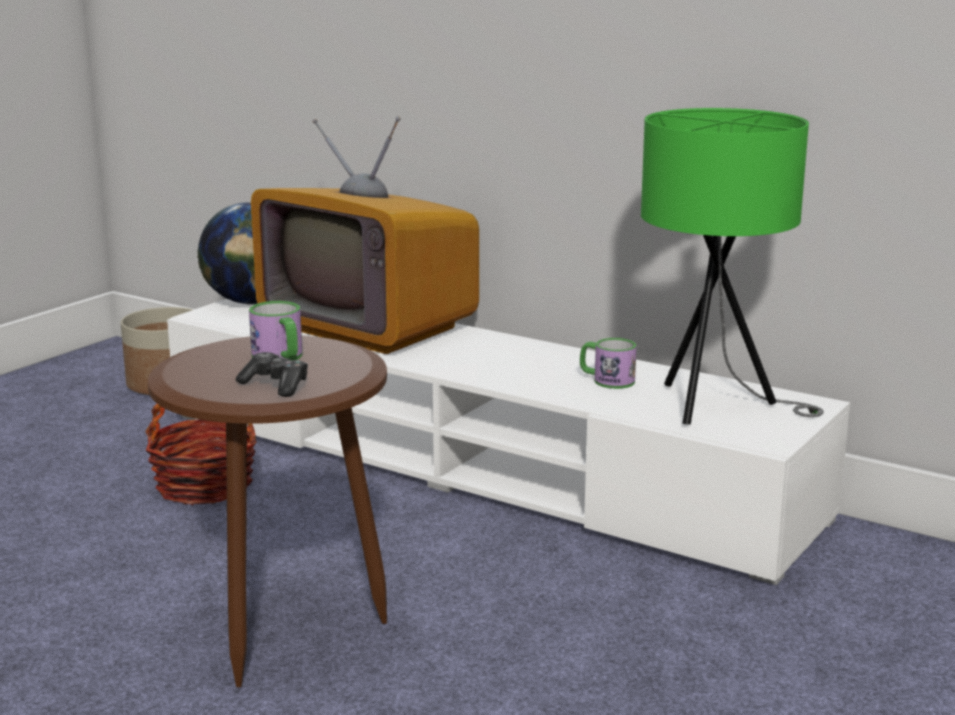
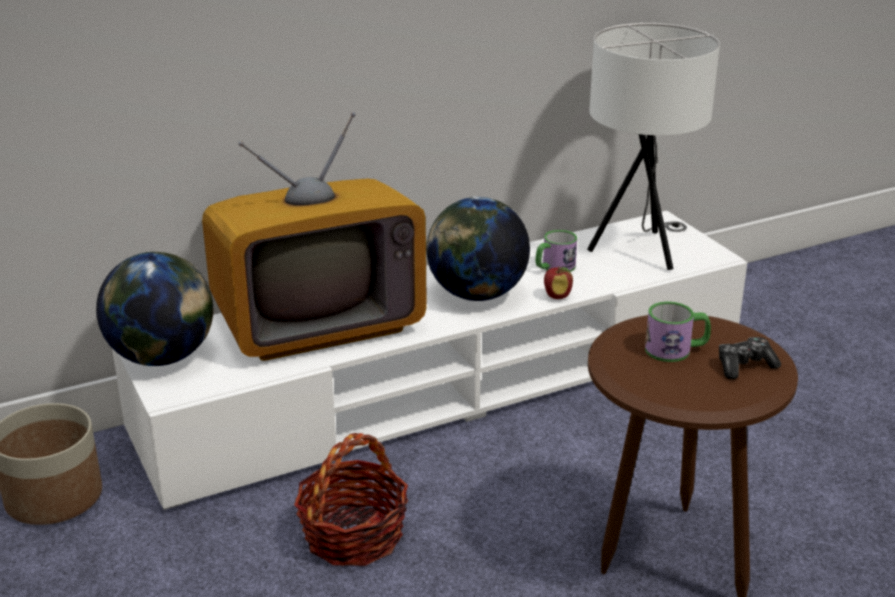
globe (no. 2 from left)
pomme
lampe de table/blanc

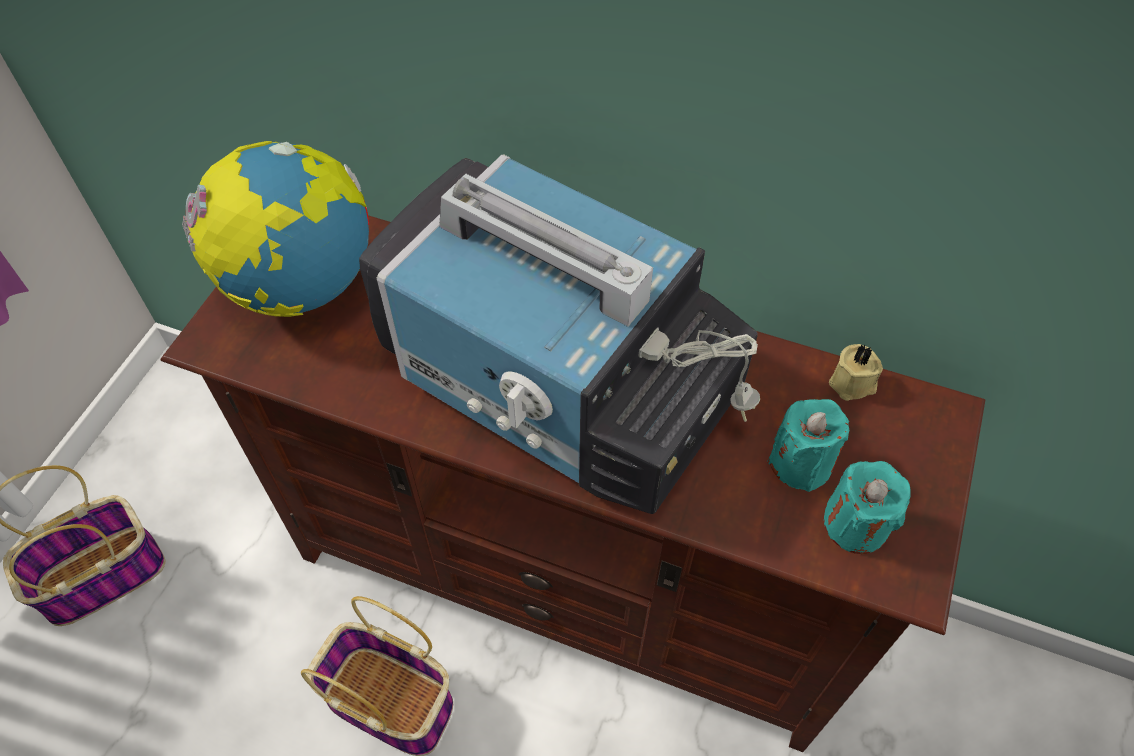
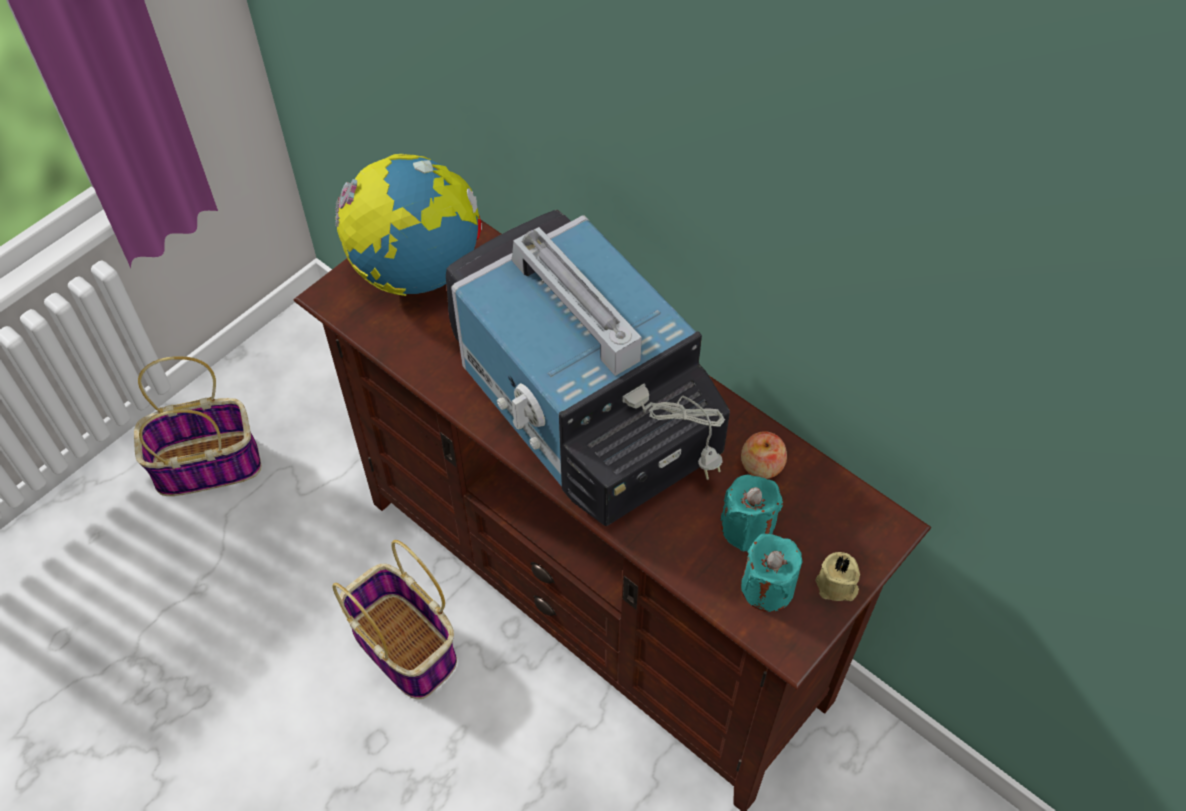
pomme
bougie/beige

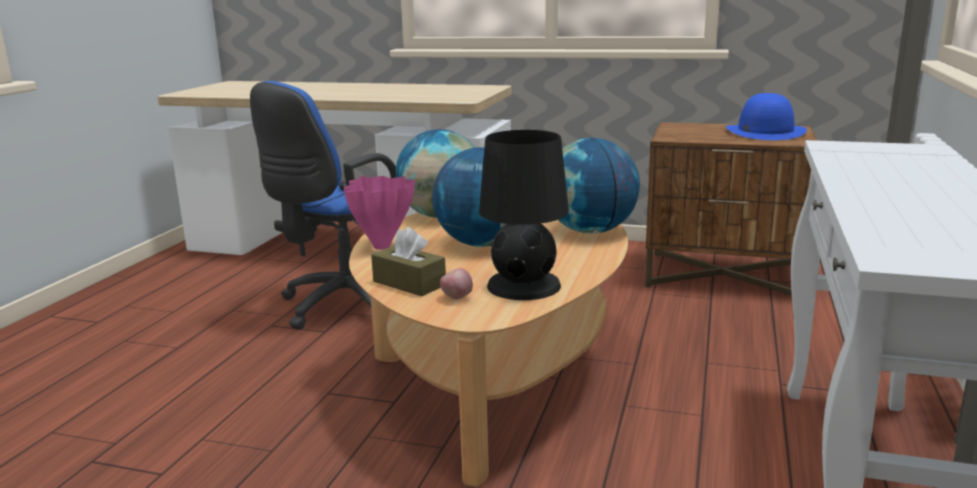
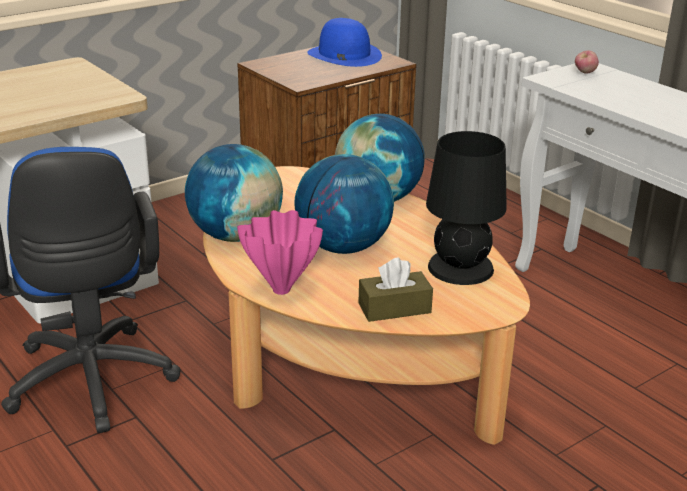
pomme

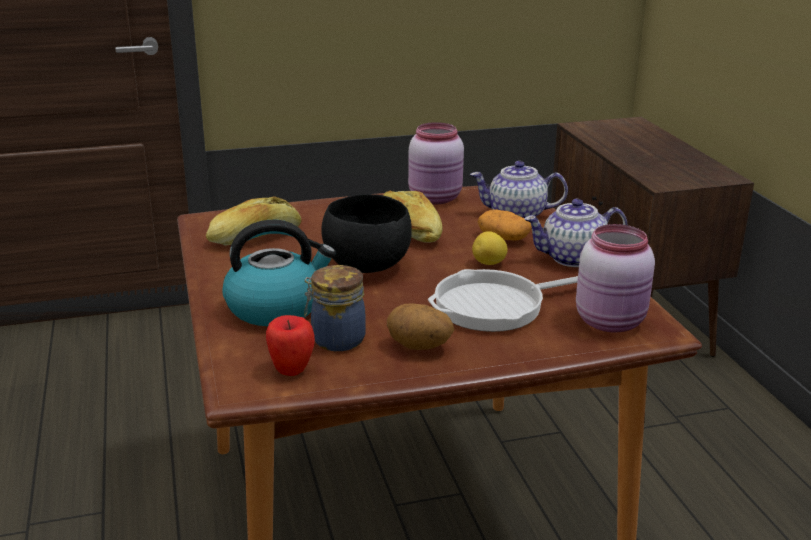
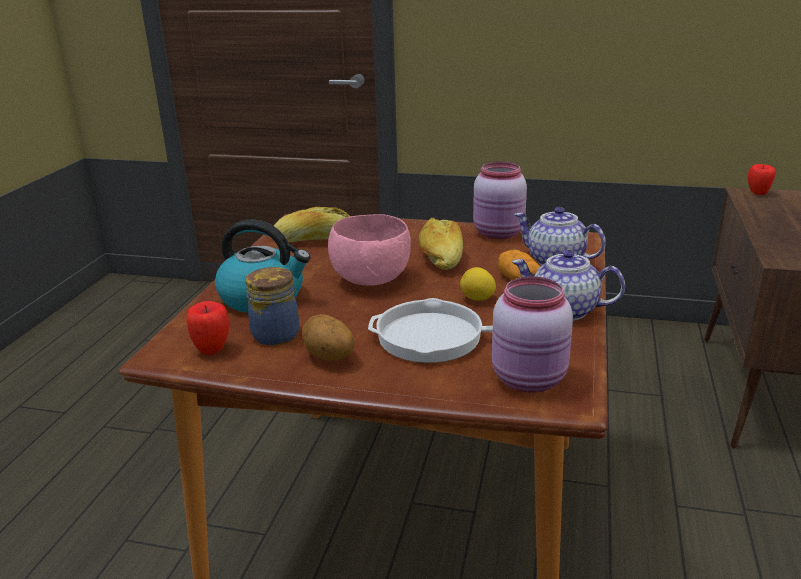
pomme (no. 2 from left)
bol/rose

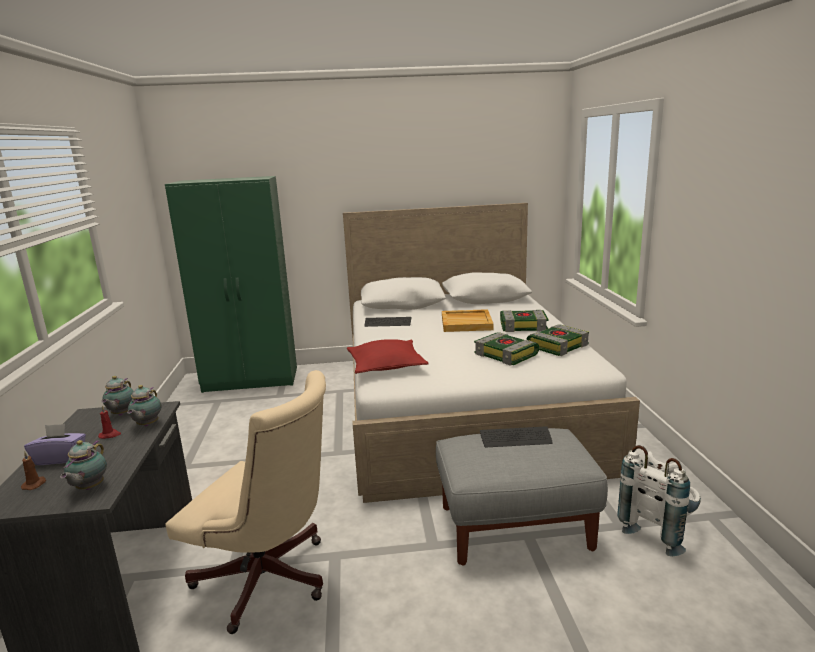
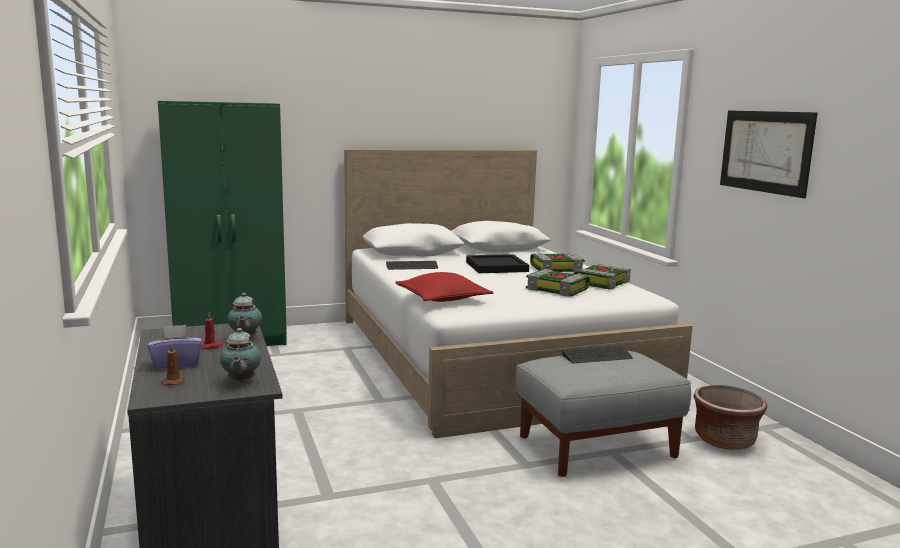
théière (no. 2 from left in the first image)
chaise de bureau/beige
tableau
cache-pot/marron
plateau/noir

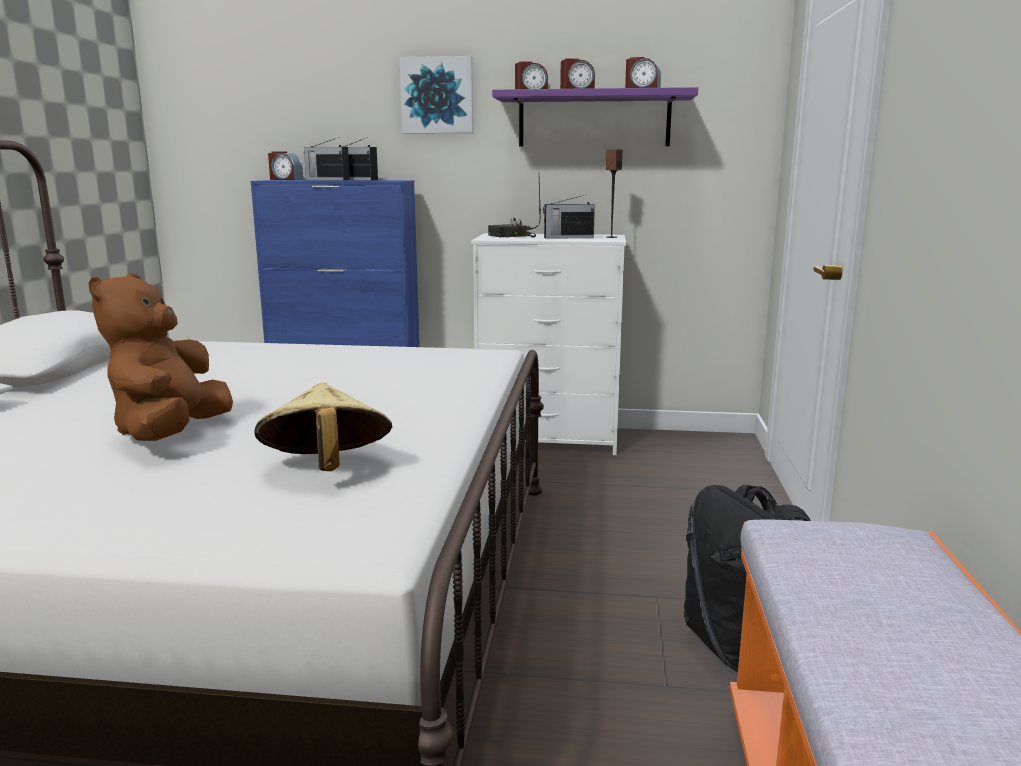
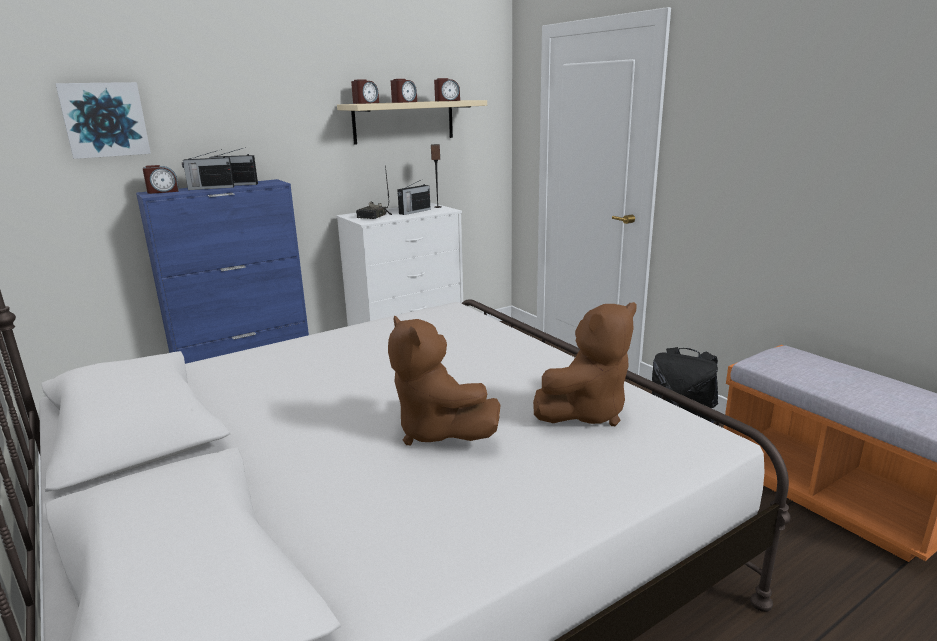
tableau
peluche/marron (no. 2 from left)
étagère/beige

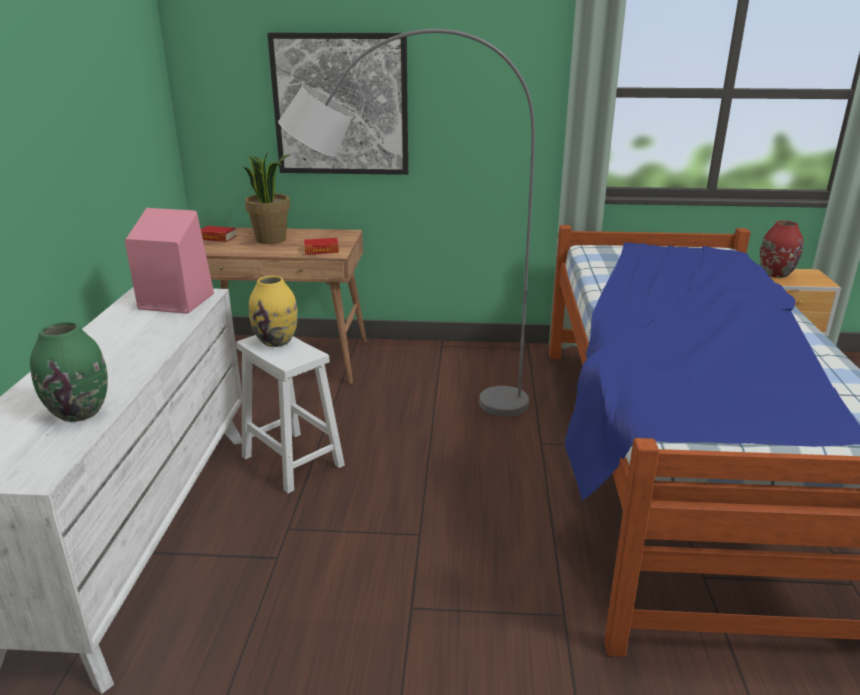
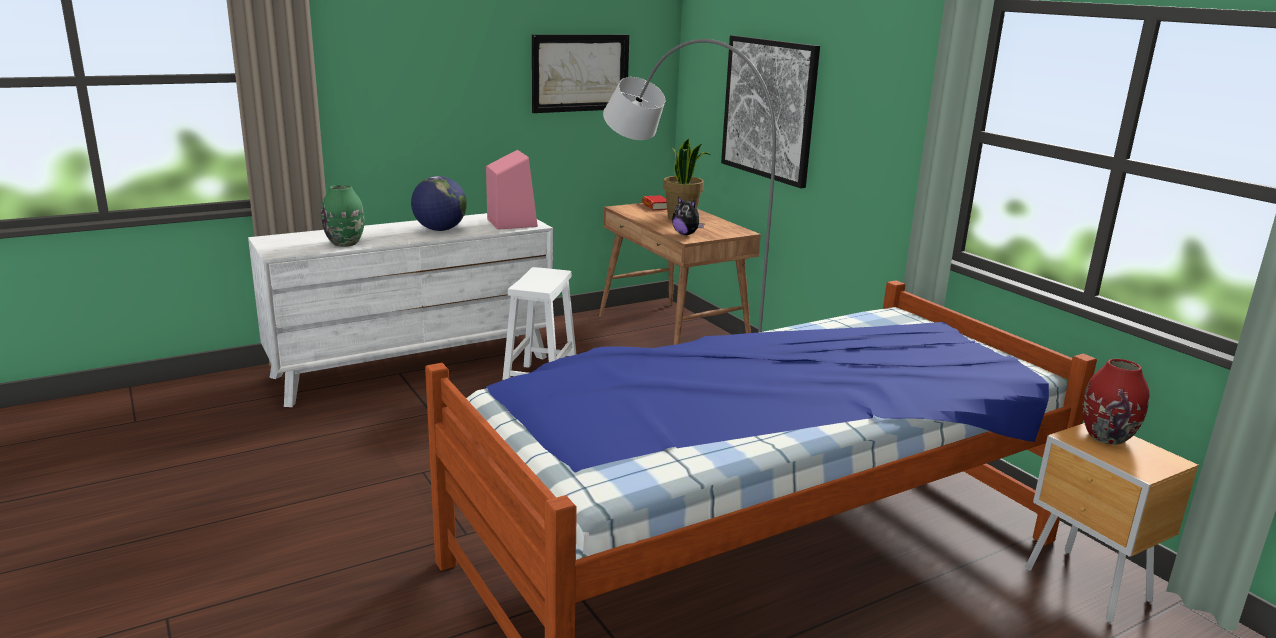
vase/jaune
globe
tableau (no. 1 from left)
peluche

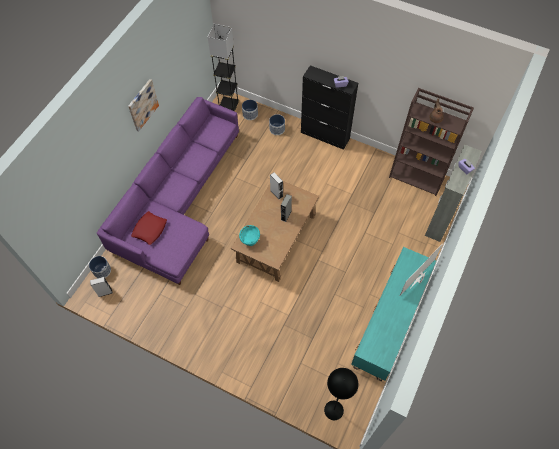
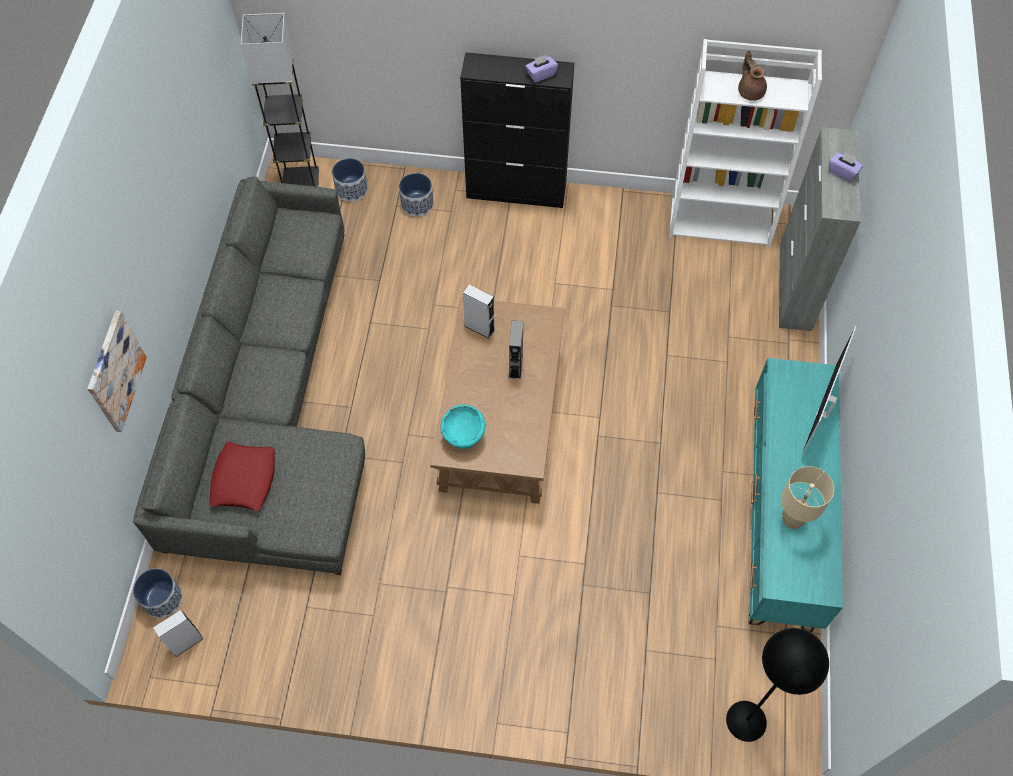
lampe de table/beige
tableau
canapé/gris
bibliothèque/blanc

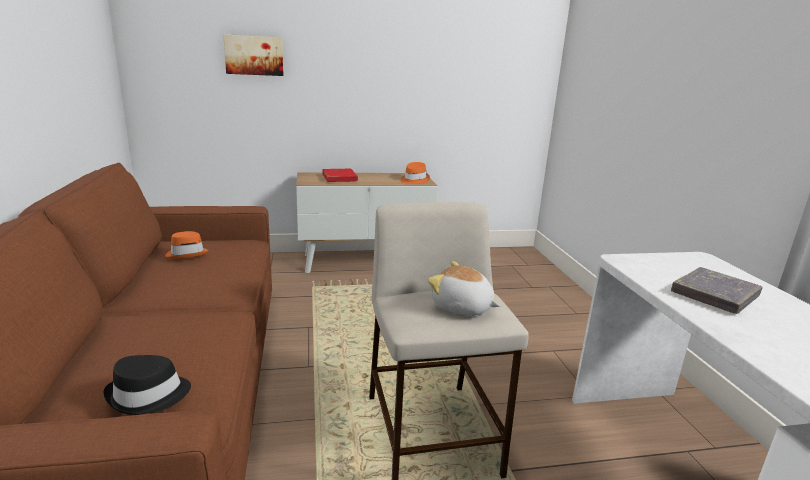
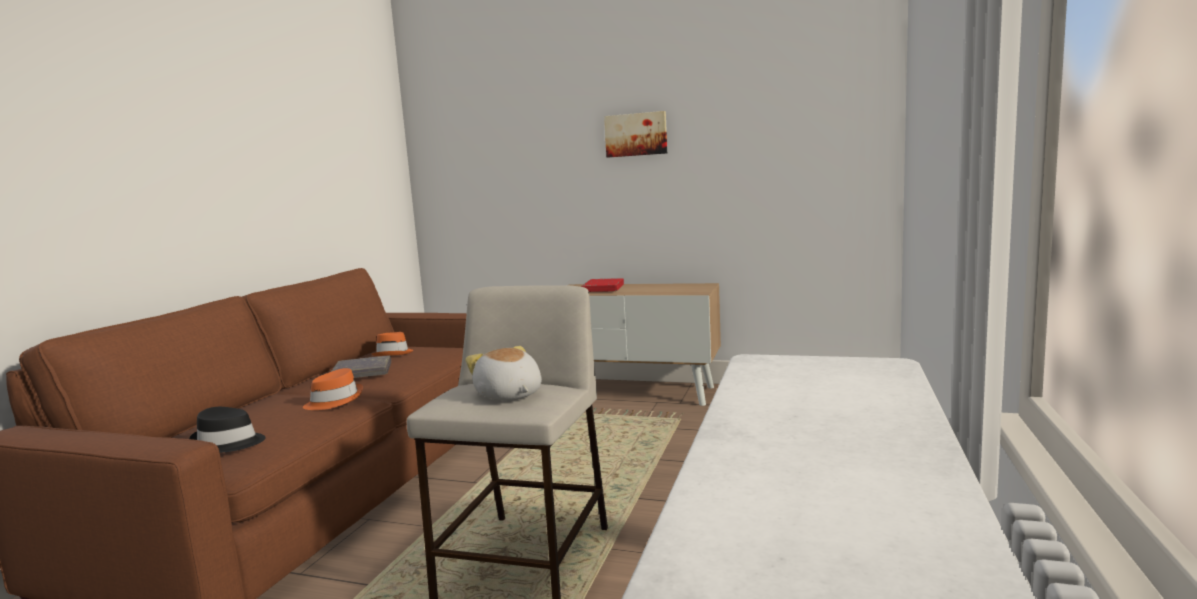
tableau
chapeau/orange (no. 1 from left)
livre/gris

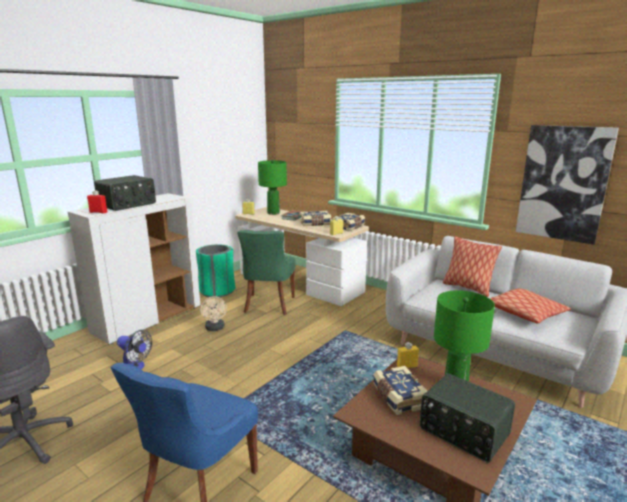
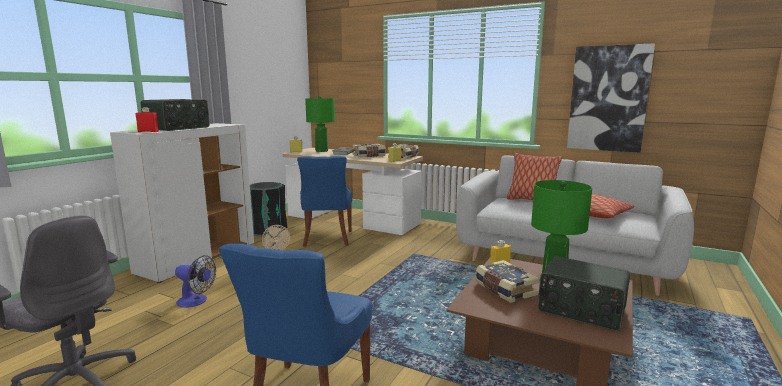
poubelle/noir
chaise/bleu (no. 2 from left)

